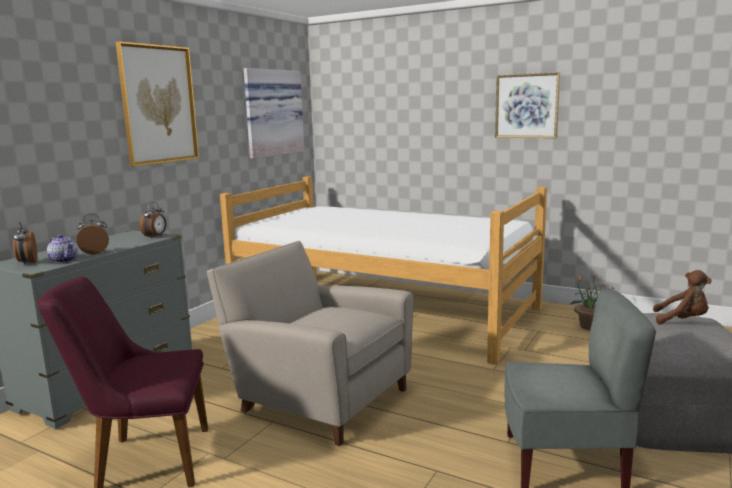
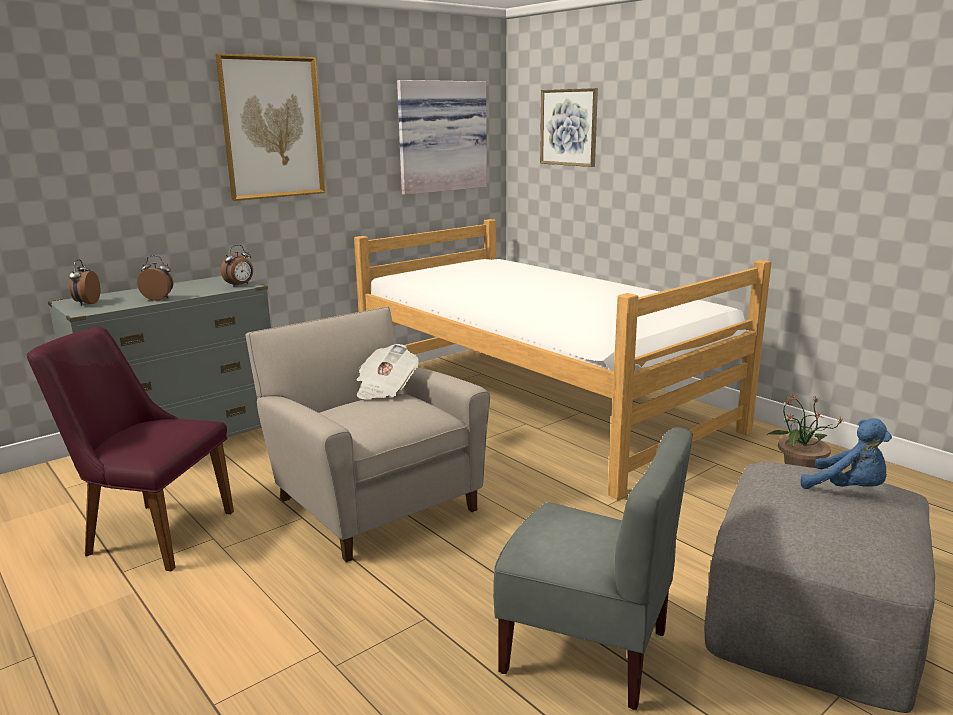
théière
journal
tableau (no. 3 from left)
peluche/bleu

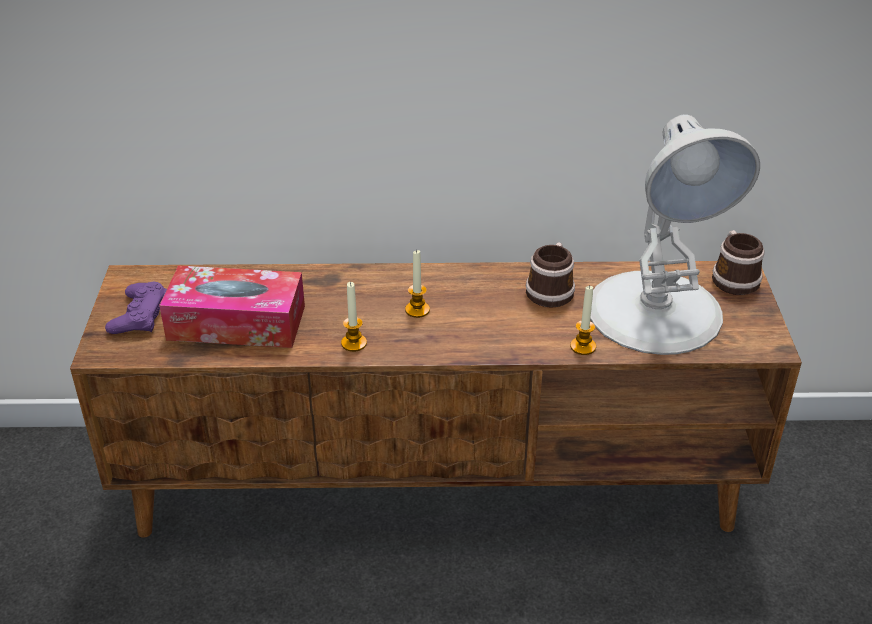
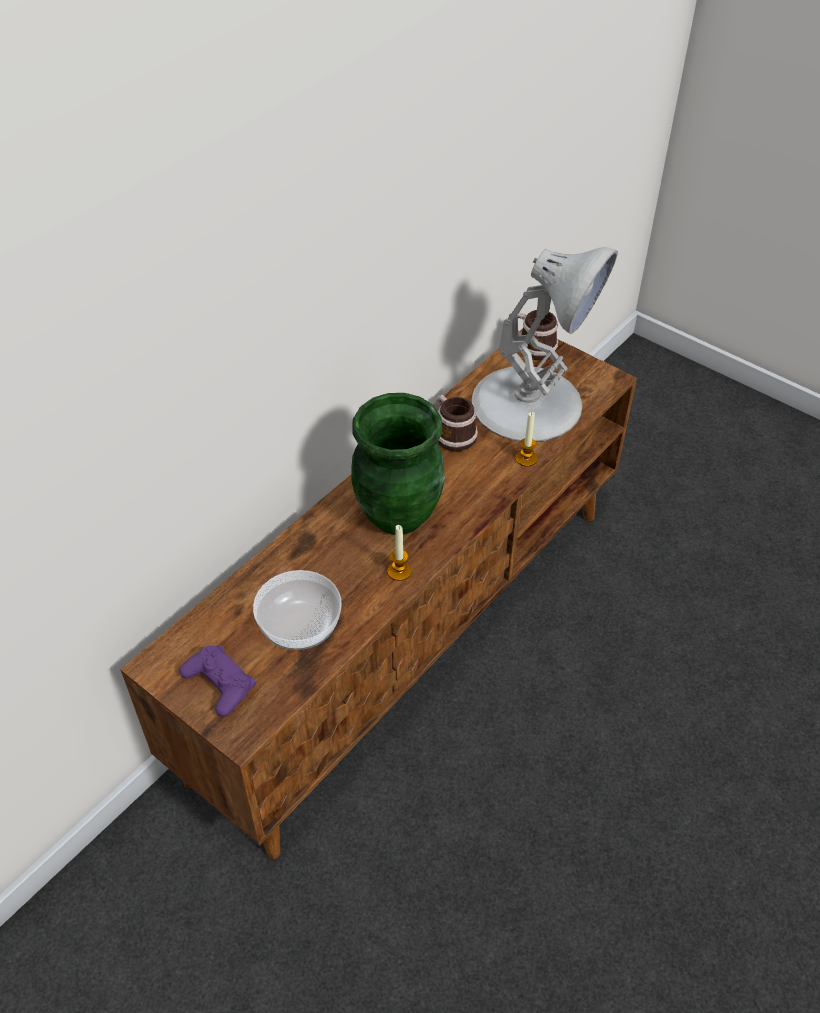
bol
vase/vert

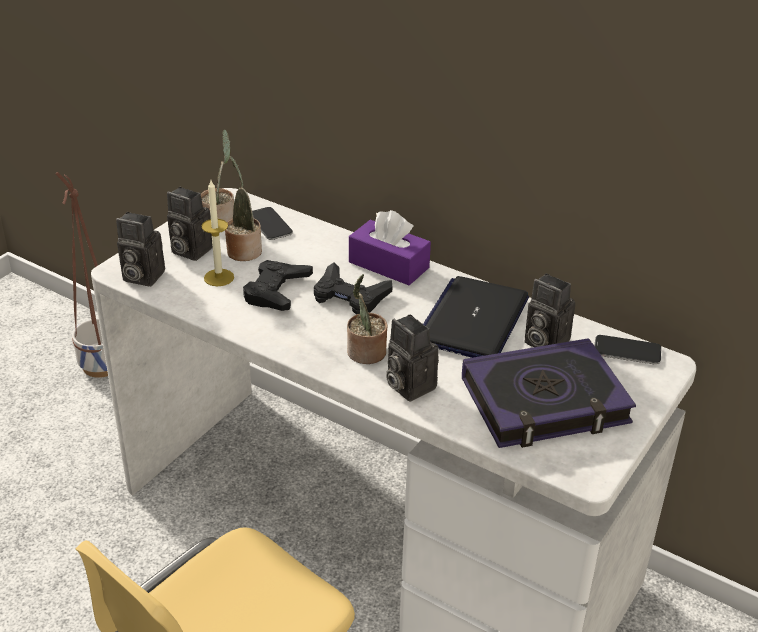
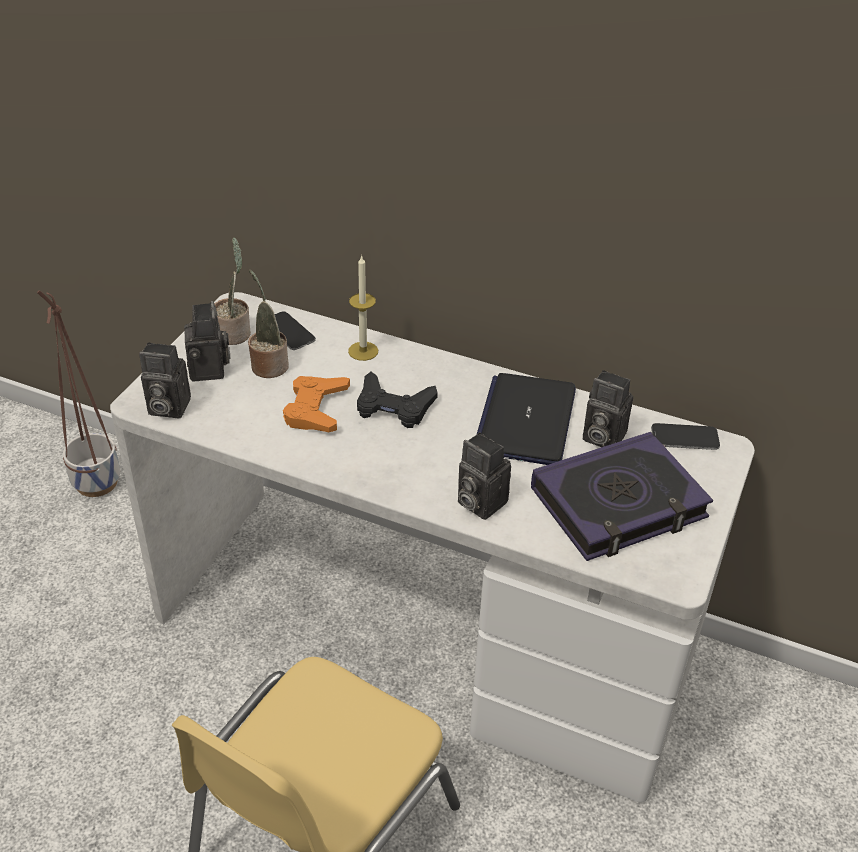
plante en pot (no. 3 from left in the first image)
boîte à mouchoirs/violet
bougie
manette/orange
appareil photo (no. 2 from left)

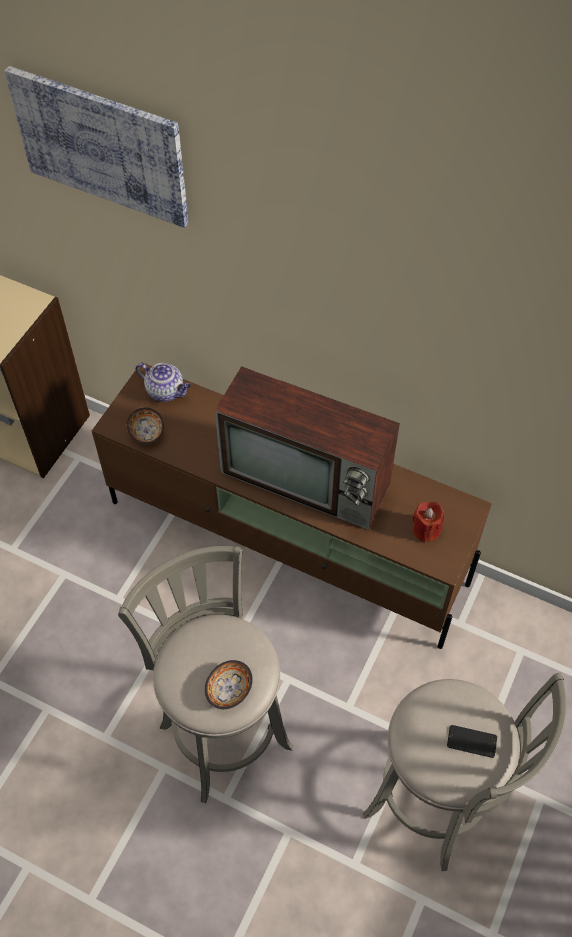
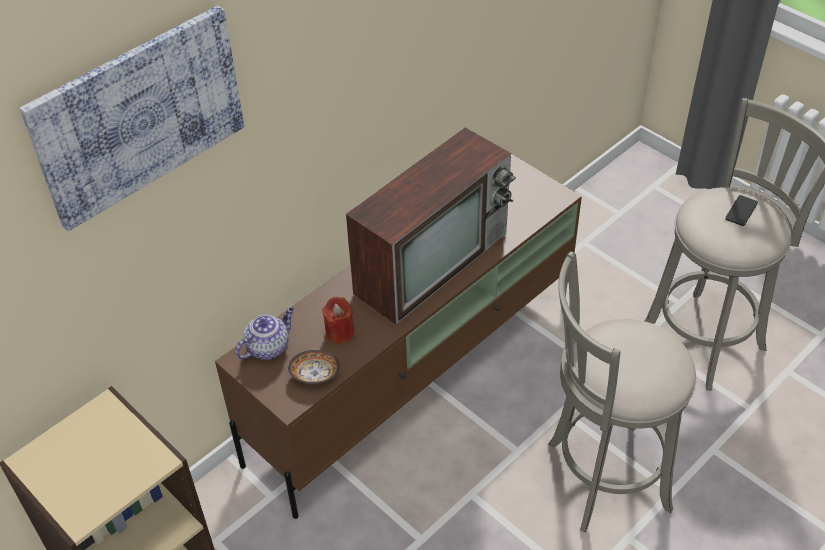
bol (no. 2 from left in the first image)
bougie/rouge

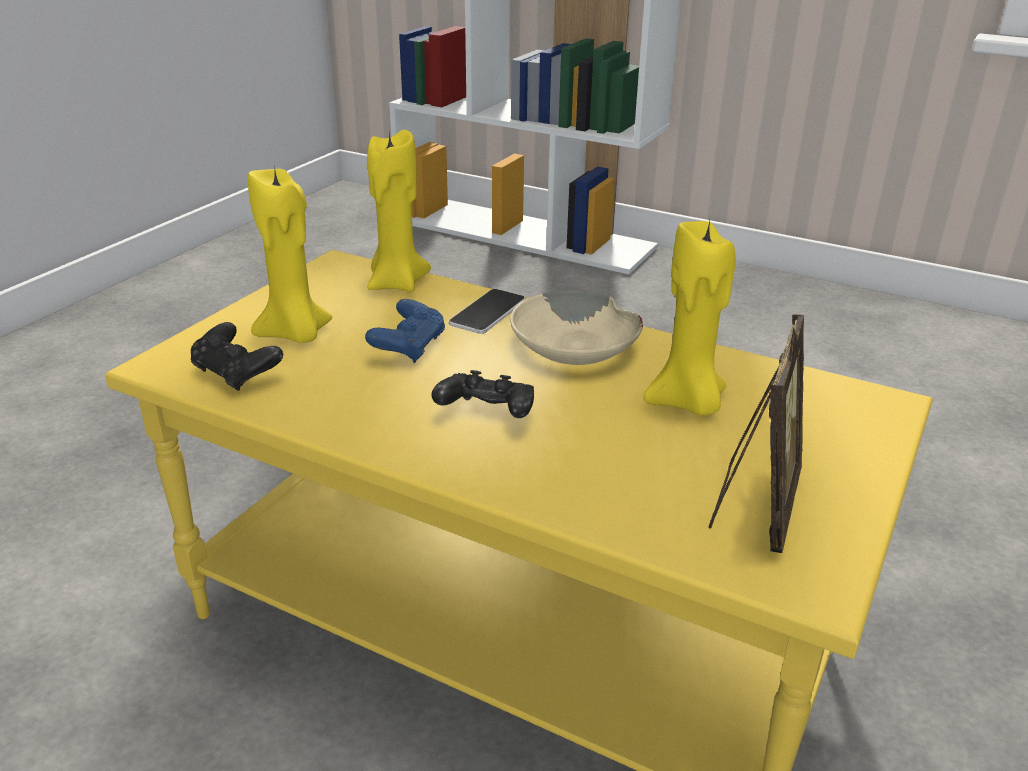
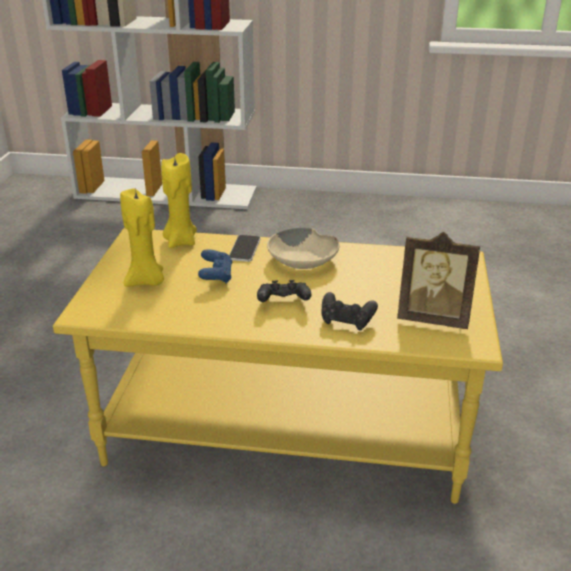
bougie/jaune (no. 3 from left in the first image)
manette/noir (no. 2 from left)
cadre photo

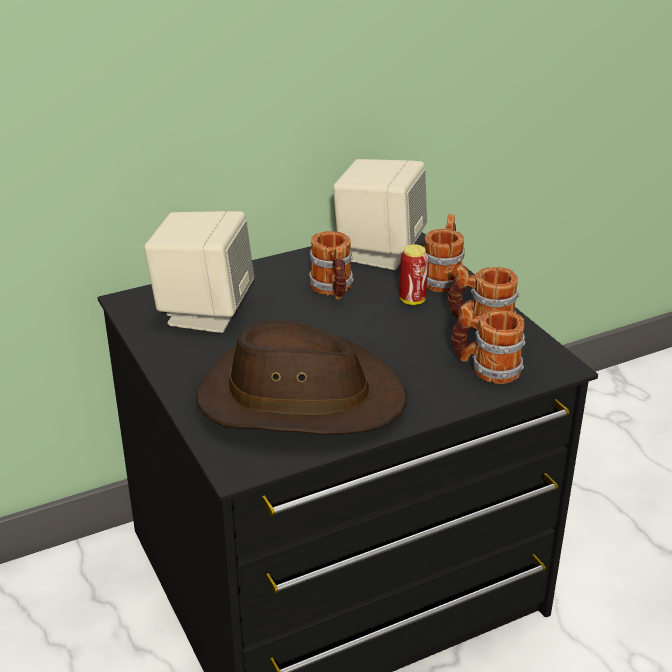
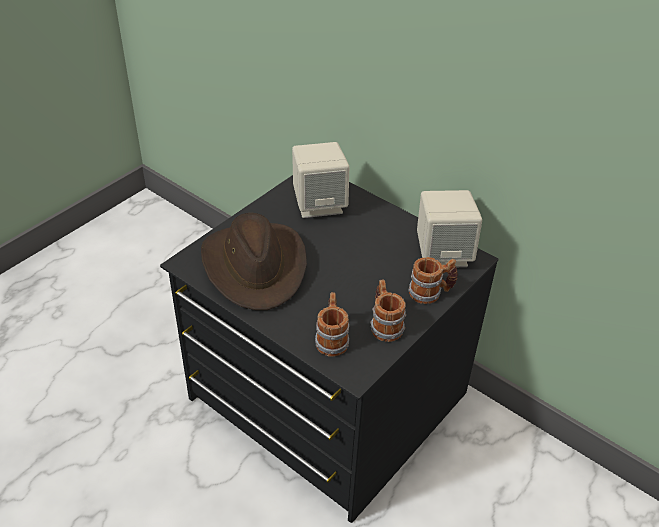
mug (no. 1 from left in the first image)
boîte métallique

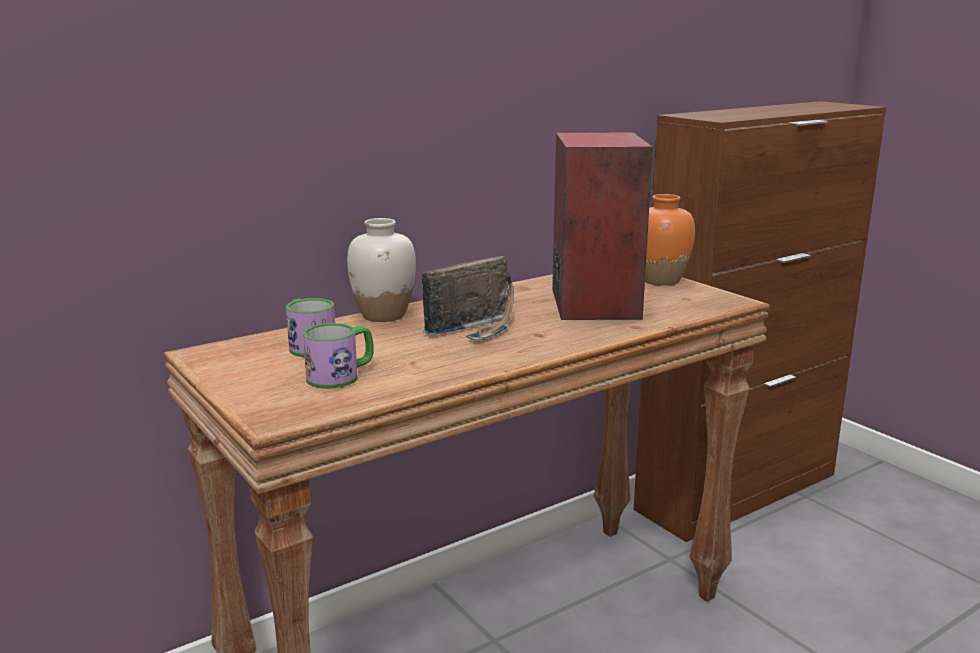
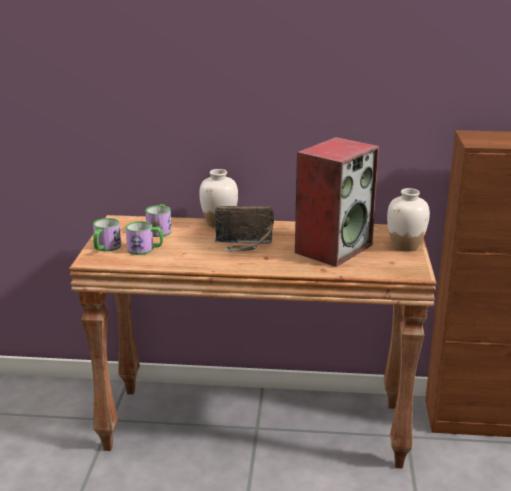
mug (no. 1 from left)
vase/blanc (no. 2 from left)

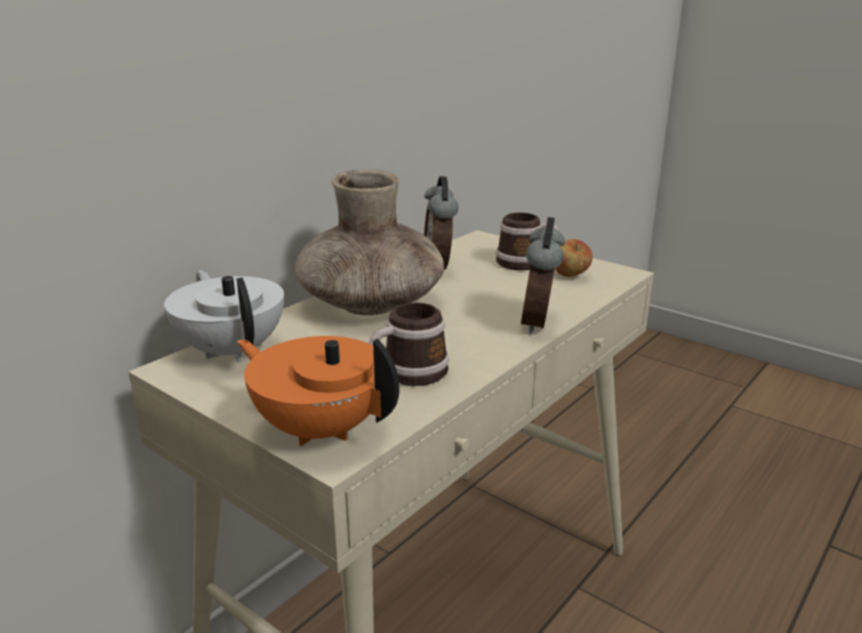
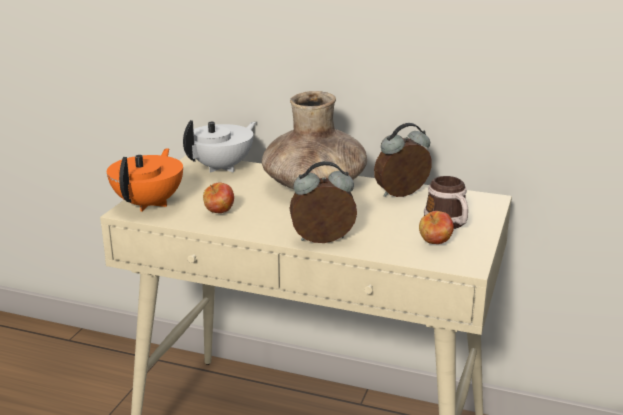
pomme (no. 1 from left)

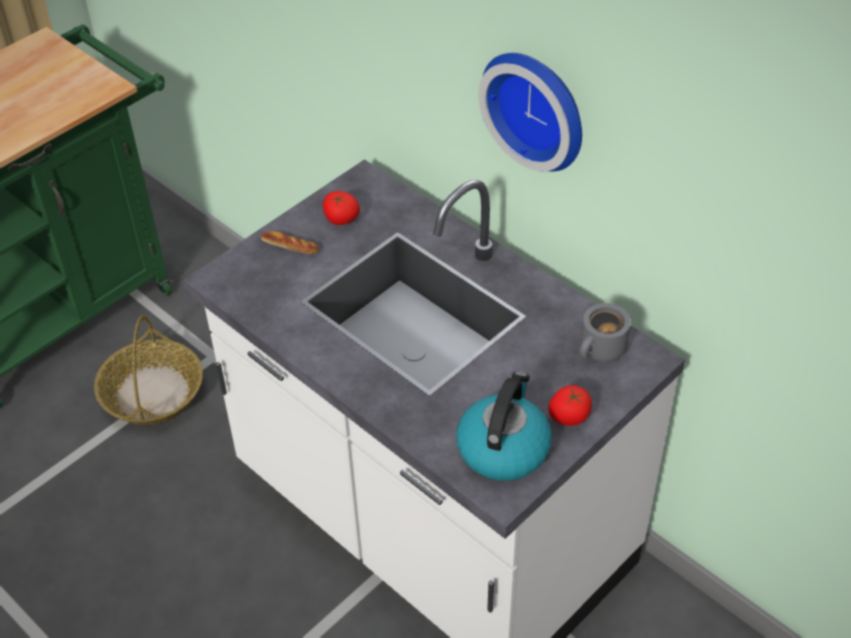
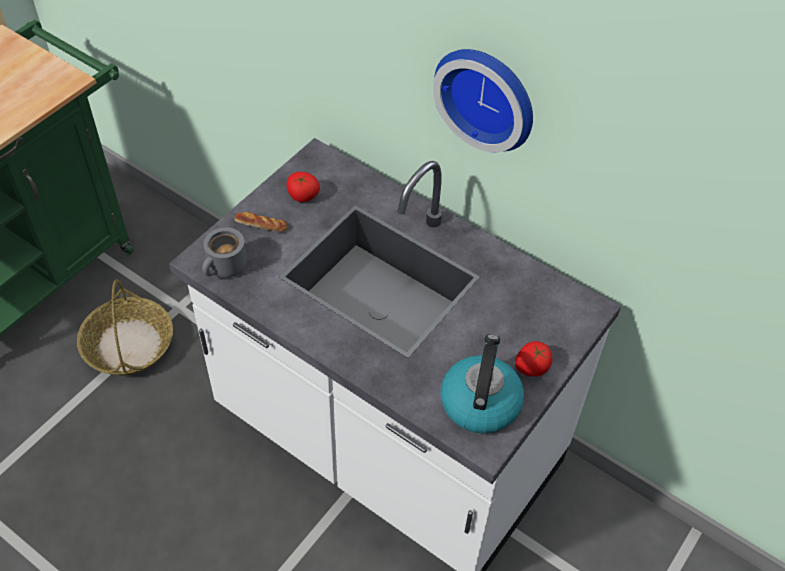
mug/gris

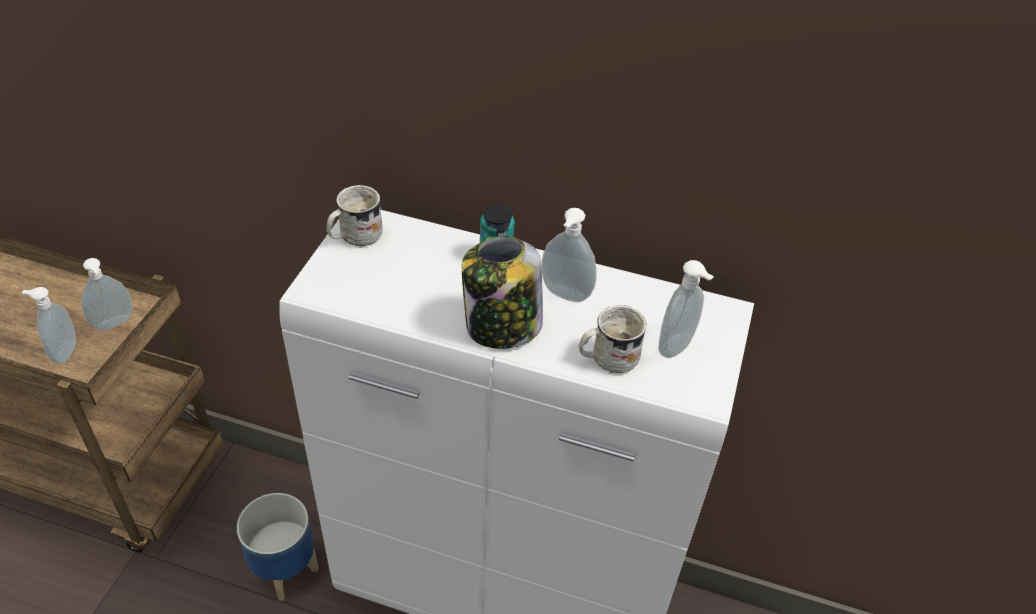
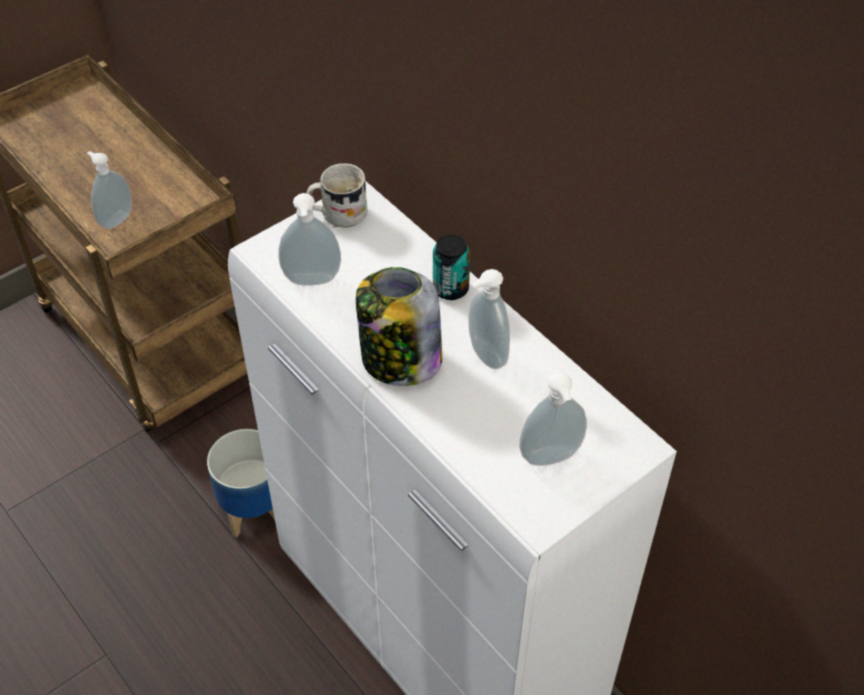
mug/blanc (no. 2 from left in the first image)
distributeur de savon (no. 2 from left)

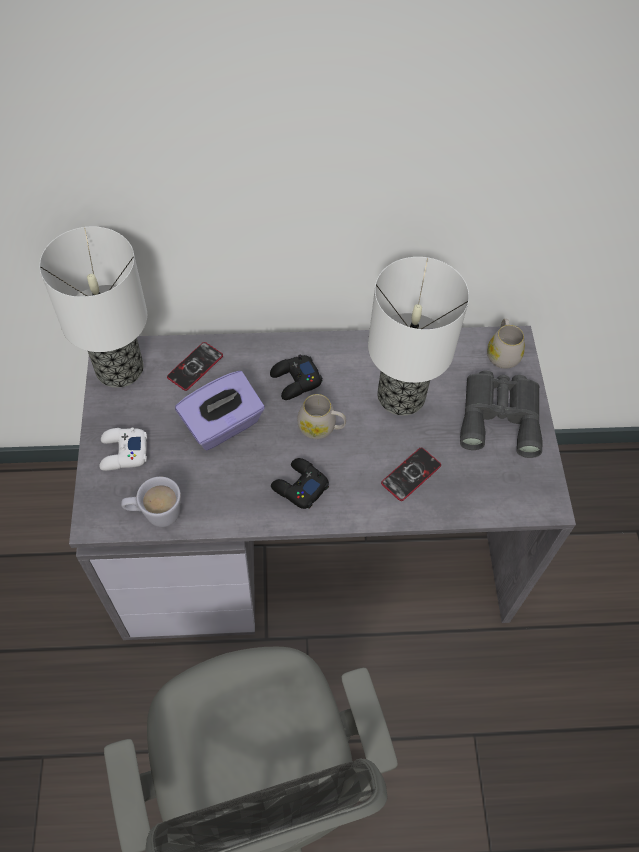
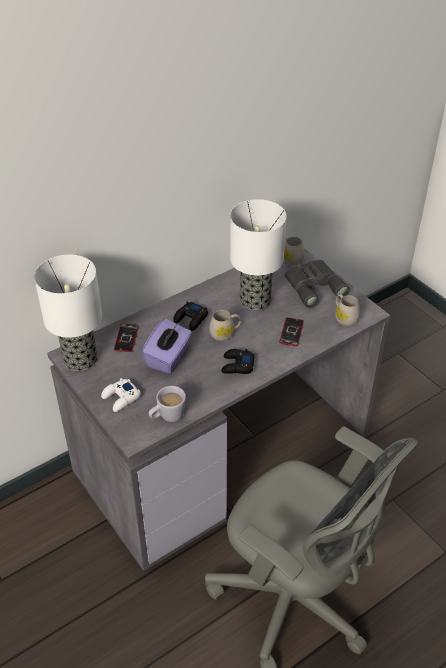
mug/blanc (no. 4 from left)

